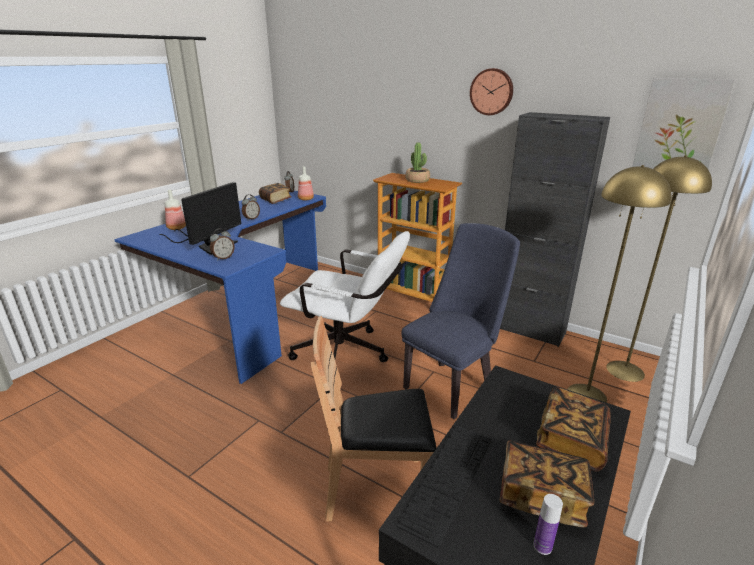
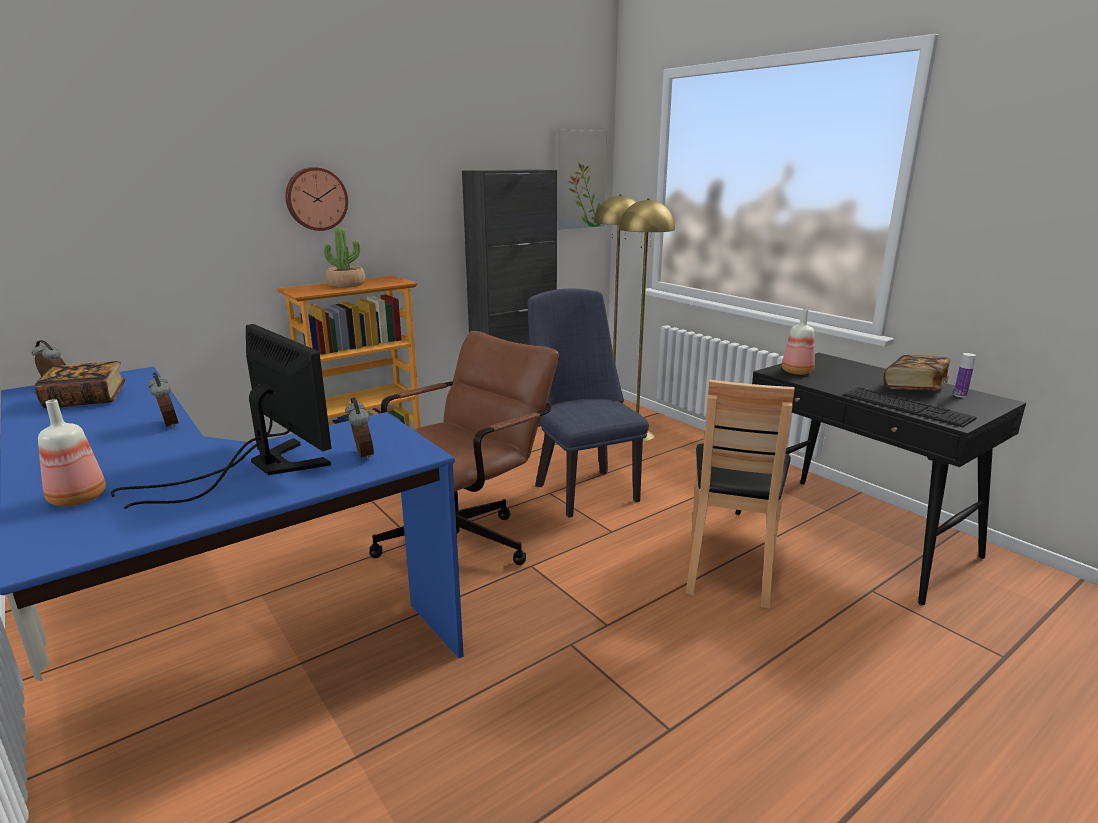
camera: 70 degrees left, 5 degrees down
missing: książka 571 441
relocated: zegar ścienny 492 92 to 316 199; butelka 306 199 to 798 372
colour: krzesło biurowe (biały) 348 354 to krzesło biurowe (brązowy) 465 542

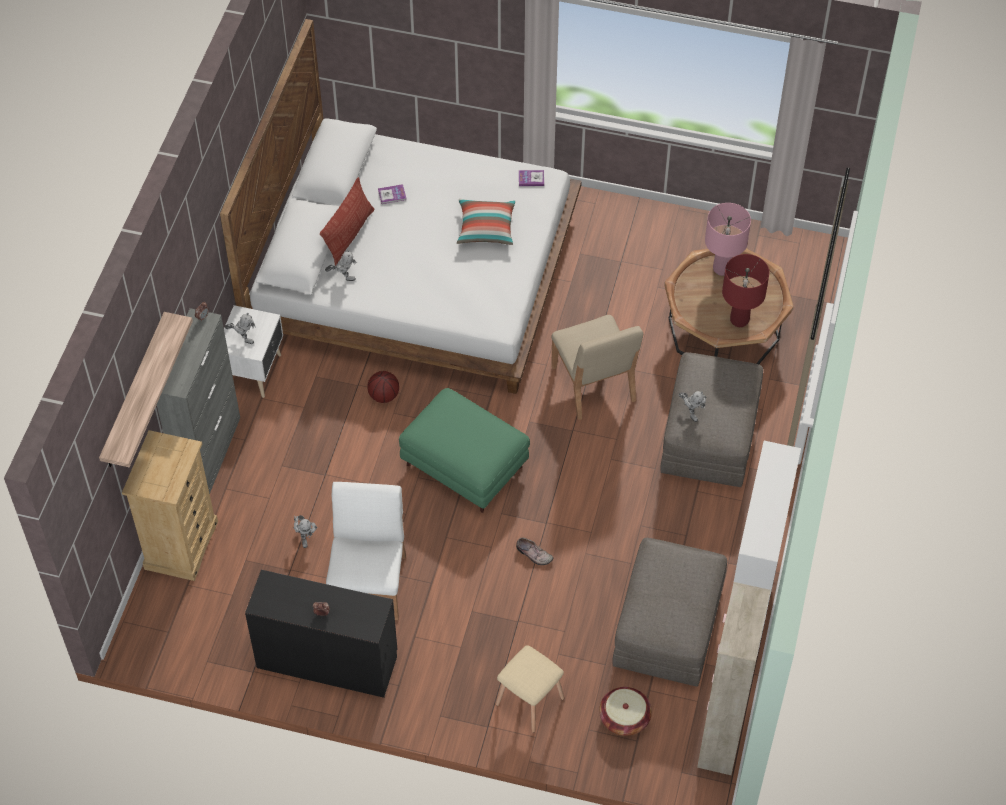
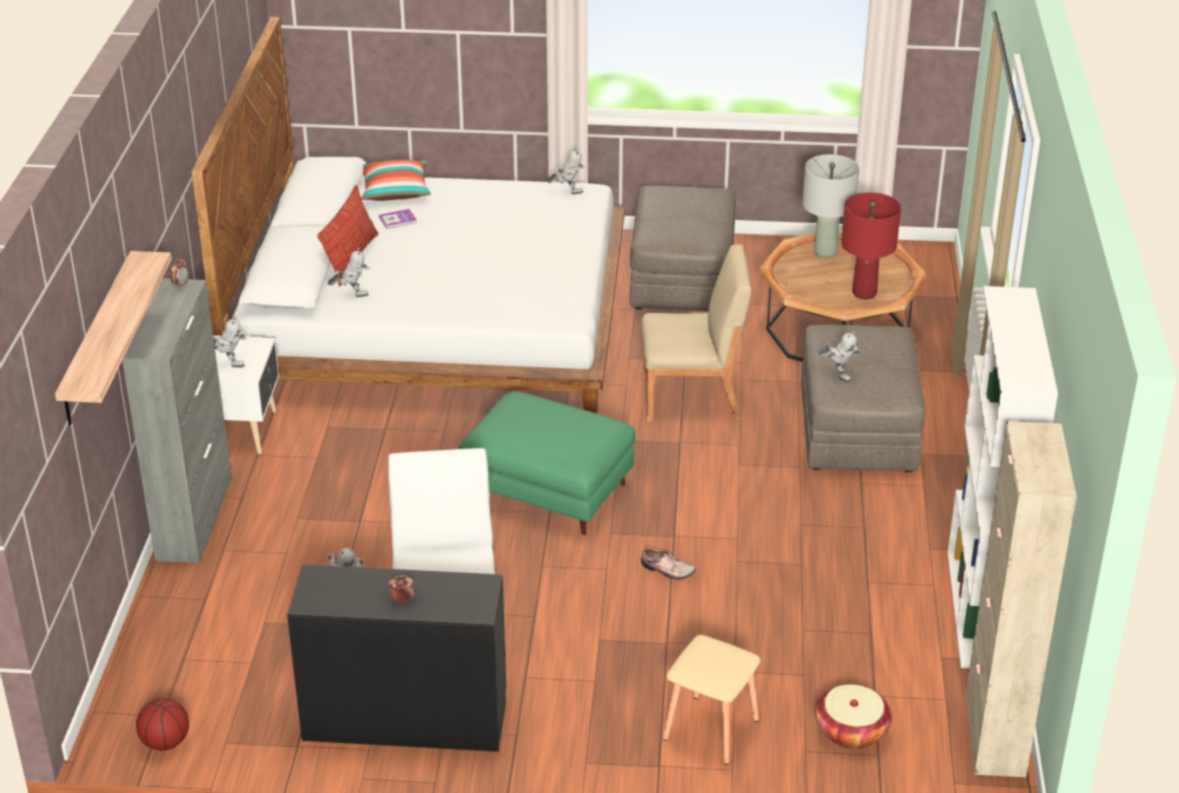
camera: 10 degrees left, 20 degrees down
missing: komoda (beżowy) 181 544
relocated: piłka do koszykówki 384 395 to 165 742; poduszka 486 228 to 394 191; pufa (szary) 668 628 to 682 279
exchanged: książka 531 179 to robot zabawkowy 567 192
colour: lampa stołowa (różowy) 721 269 to lampa stołowa (szary) 825 252
spun: krzesło (beżowy) 593 385 = 692 397 60 degrees counterclockwise

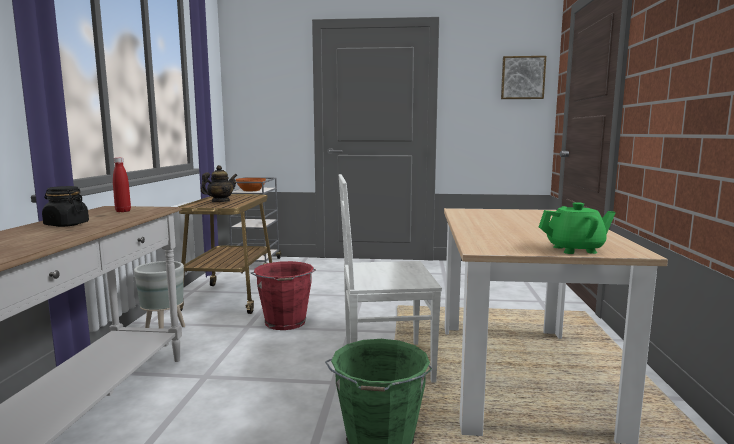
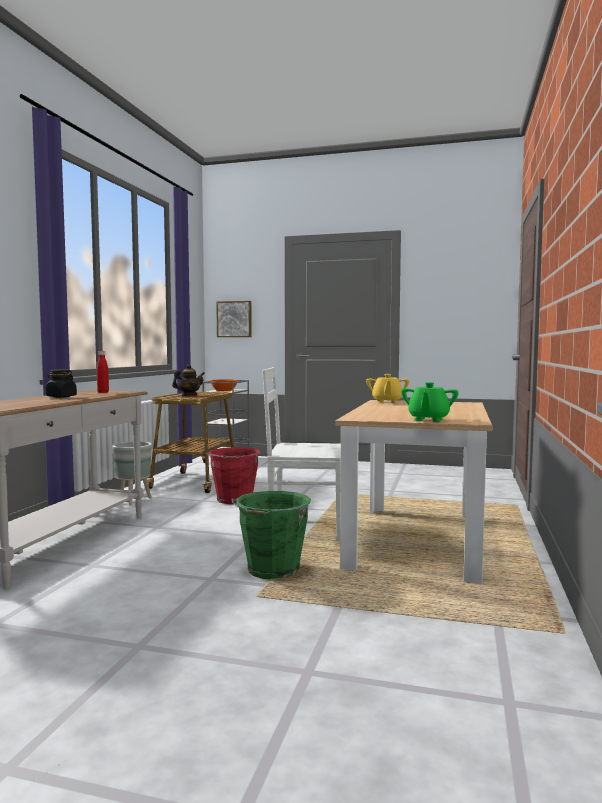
camera: 10 degrees right, 5 degrees down
appeared: imbryk (żółty) 387 402
relocated: obraz 522 78 to 234 319
spun: imbryk (zielony) 575 249 = 428 420 105 degrees clockwise

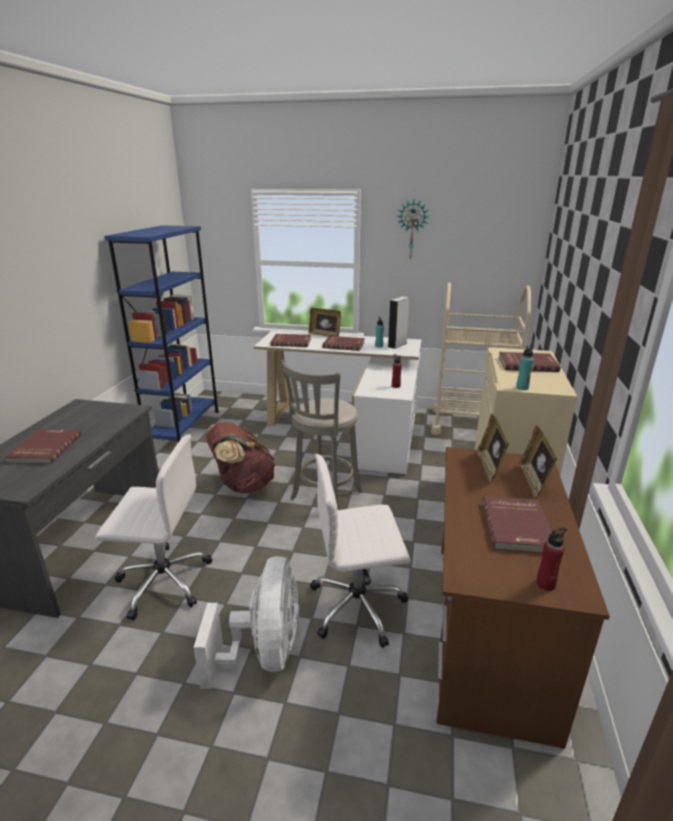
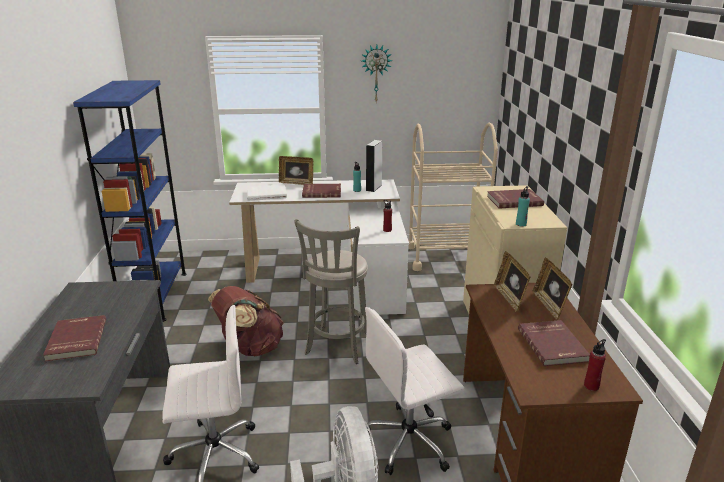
camera: 15 degrees left, 0 degrees up
colour: książka (czerwony) 291 342 to książka (biały) 266 194

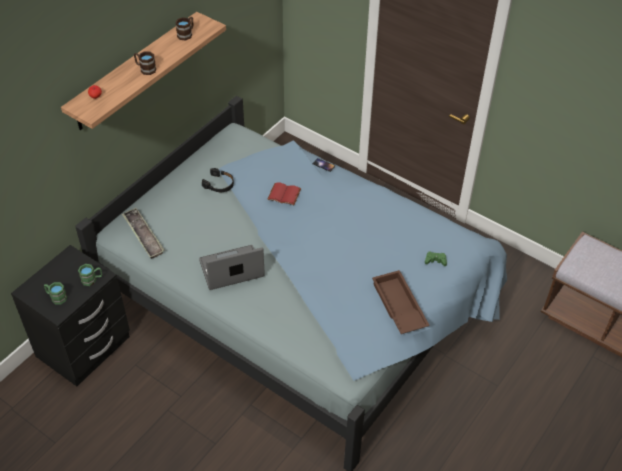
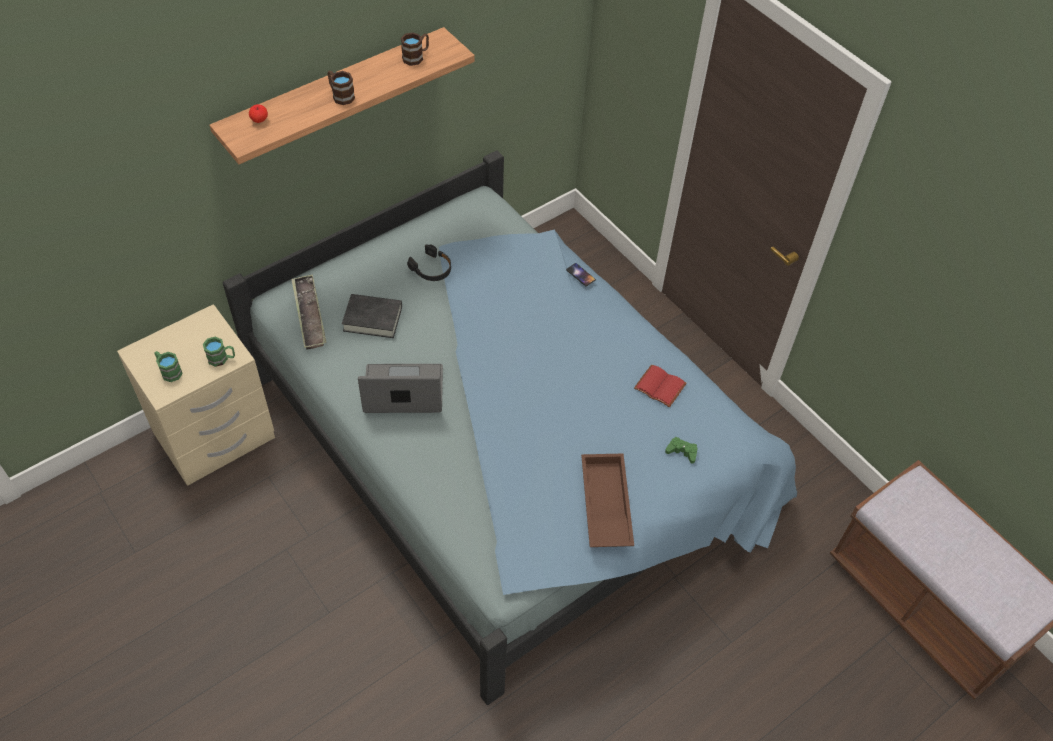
camera: 15 degrees right, 5 degrees up
appeared: książka (czarny) 372 319
relocated: książka (czerwony) 285 194 to 661 386
colour: szafka nocna (czarny) 84 347 to szafka nocna (beżowy) 215 437

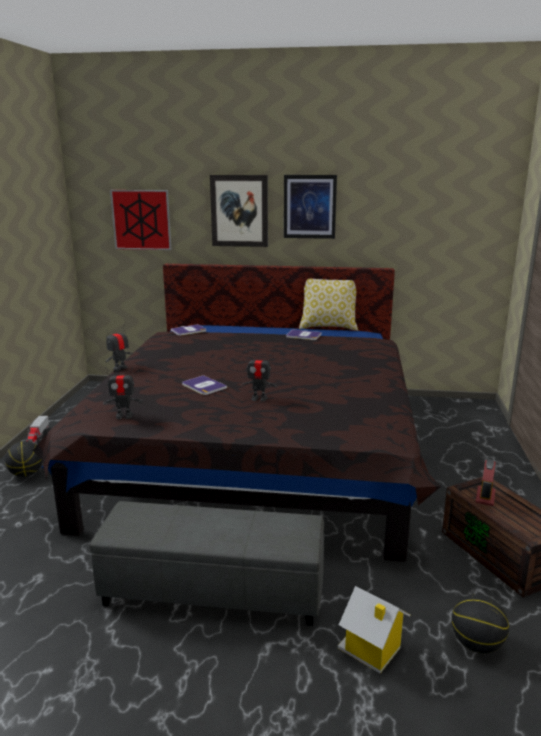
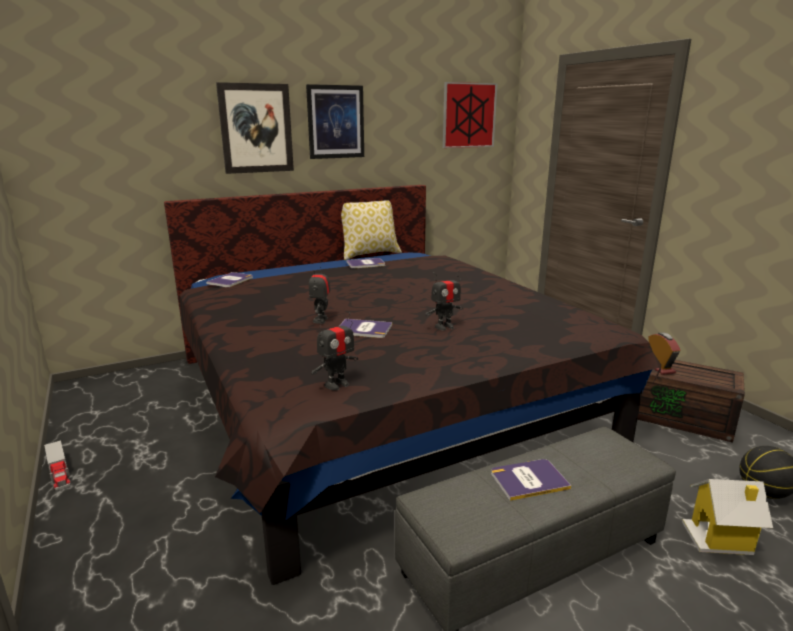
camera: 35 degrees left, 0 degrees up
missing: piłka do koszykówki 27 474
appeared: książka 529 480
relocated: robot zabawkowy 120 368 to 321 320; obraz 141 220 to 469 115

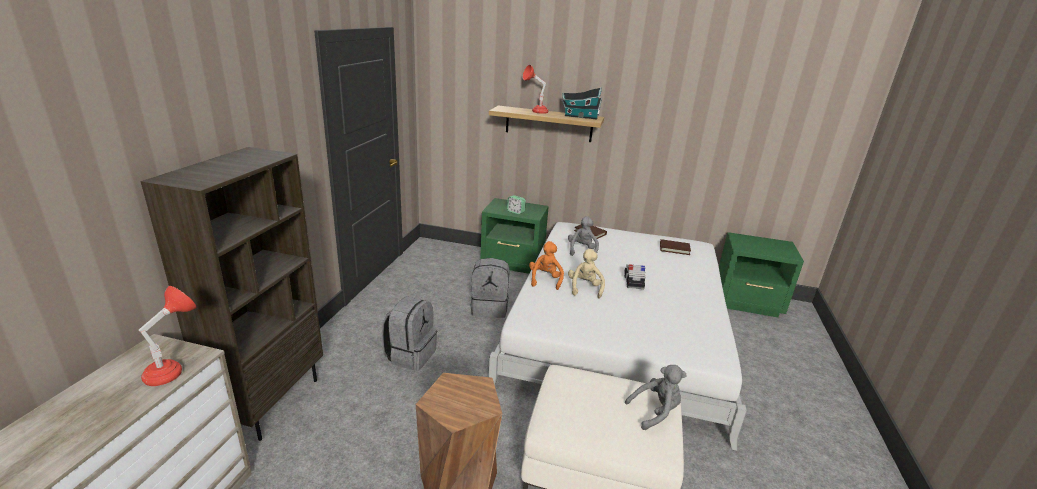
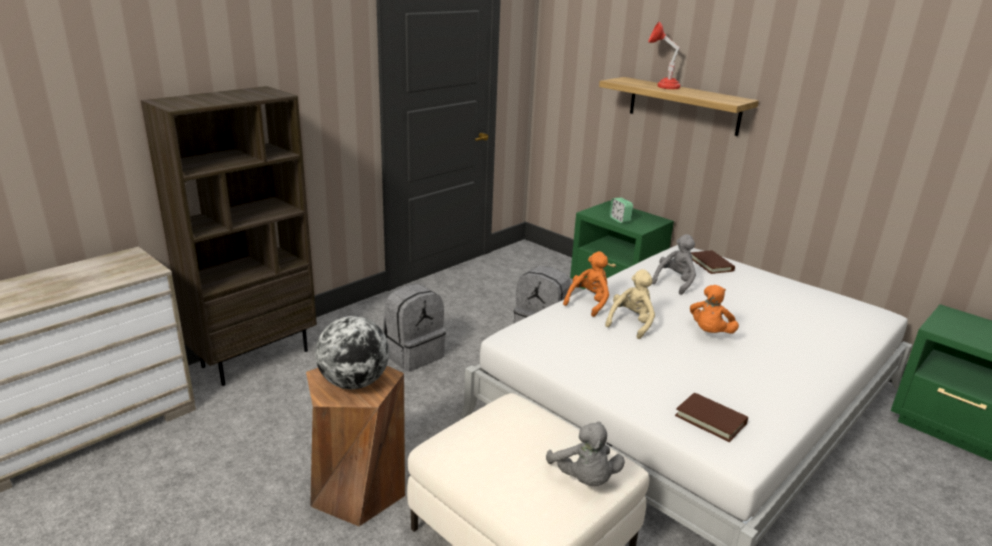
camera: 30 degrees right, 0 degrees up
missing: lampa stołowa (czerwony) 174 370; domek 579 116
appeared: globus 354 383
relocated: książka (brązowy) 674 249 to 710 419
exchanged: samochodzik 633 282 to pluszak (pomarańczowy) 710 333
spun: pluszak (szary) 655 412 = 584 479 60 degrees clockwise

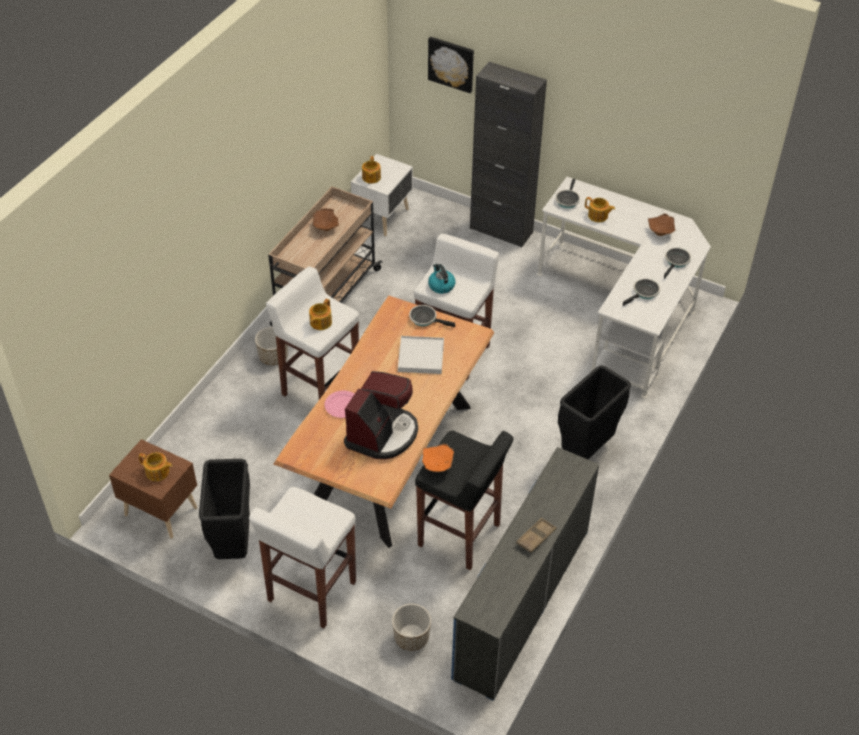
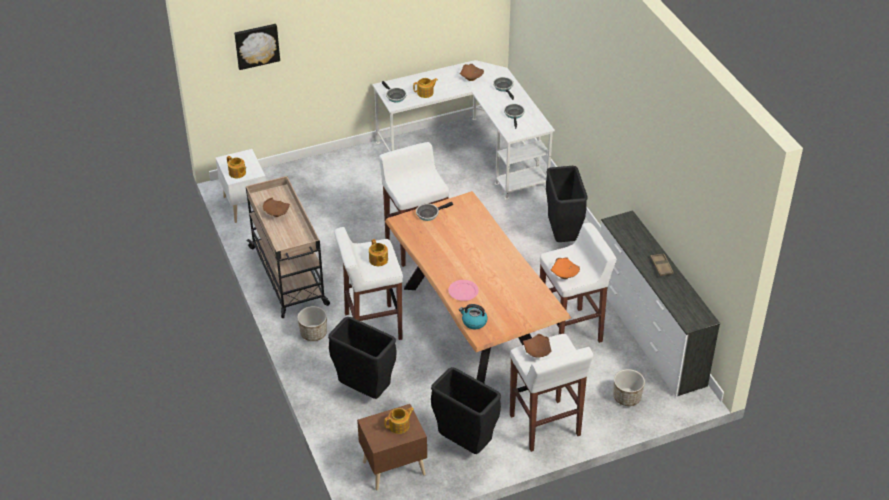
camera: 50 degrees left, 5 degrees down
missing: ekspres do kawy 382 434; taca (biały) 421 357; szafka (czarny) 501 230
appeared: kosz na śmieci (czarny) 364 391; miska (brązowy) 538 353
relocated: czajnik 441 285 to 474 322
colour: stołek (czarny) 460 536 to stołek (biały) 571 331; komoda (niebieski) 521 602 to komoda (biały) 648 333

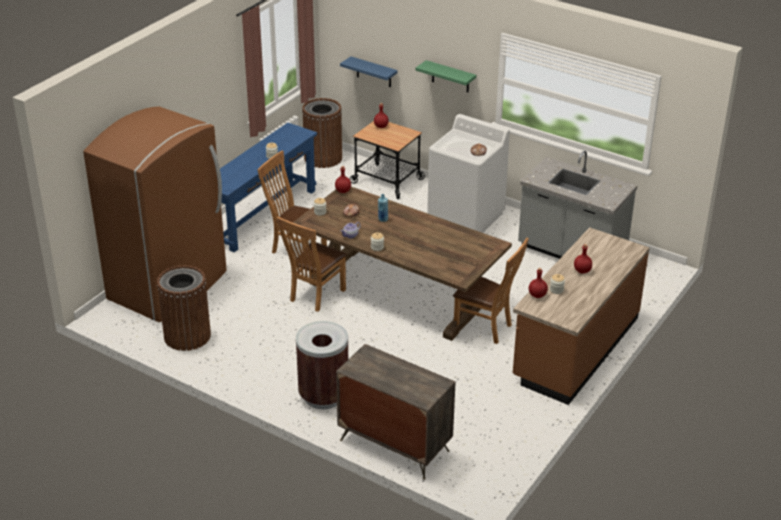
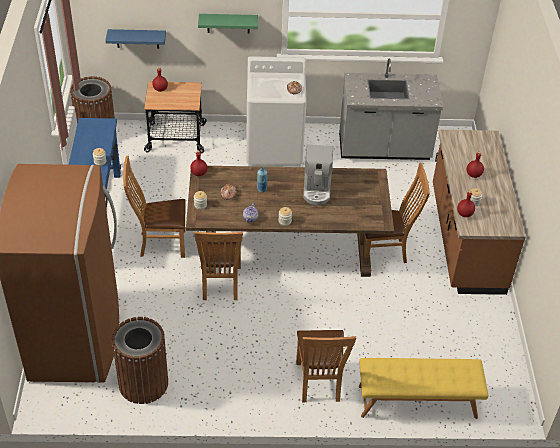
camera: 35 degrees left, 10 degrees up
appeared: ekspres do kawy 317 189
exchanged: kosz na śmieci (brązowy) 323 396 to krzesło (brązowy) 319 384; komoda 394 444 to ławka (żółty) 417 402

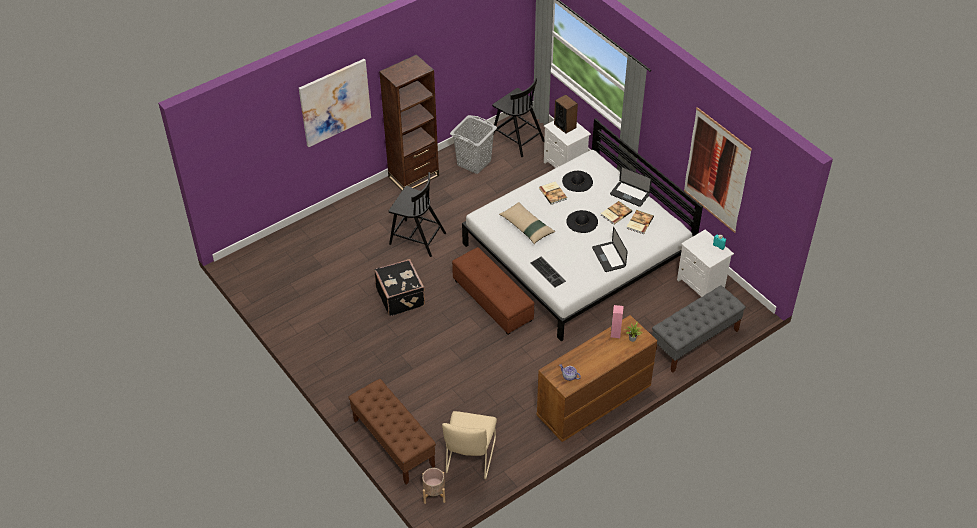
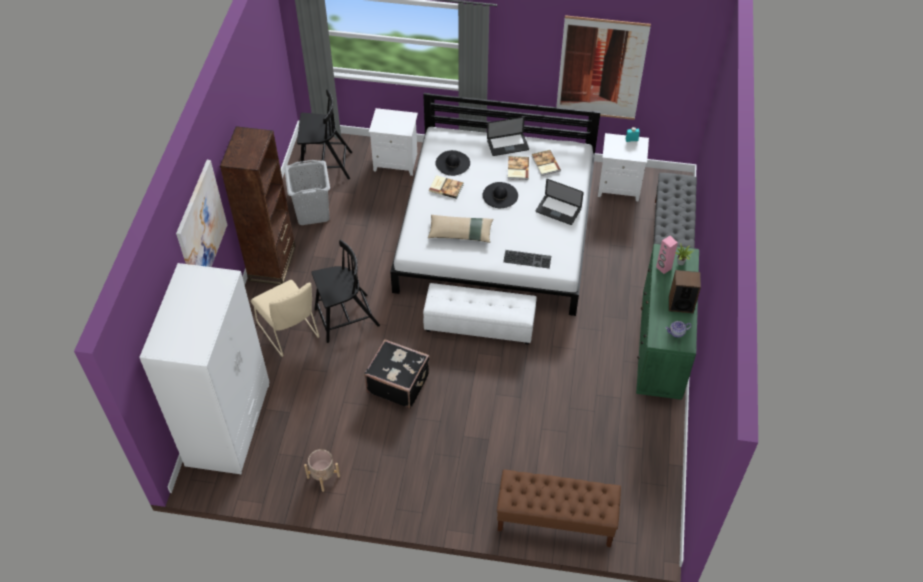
camera: 45 degrees left, 5 degrees up
appeared: szafa (biały) 229 424
relocated: krzesło (beżowy) 470 458 to 289 332; donica (beżowy) 434 494 to 323 477; głośnik 565 126 to 680 304
colour: pufa (brązowy) 493 300 to pufa (biały) 479 323; komoda (brązowy) 593 402 to komoda (zielony) 661 346

